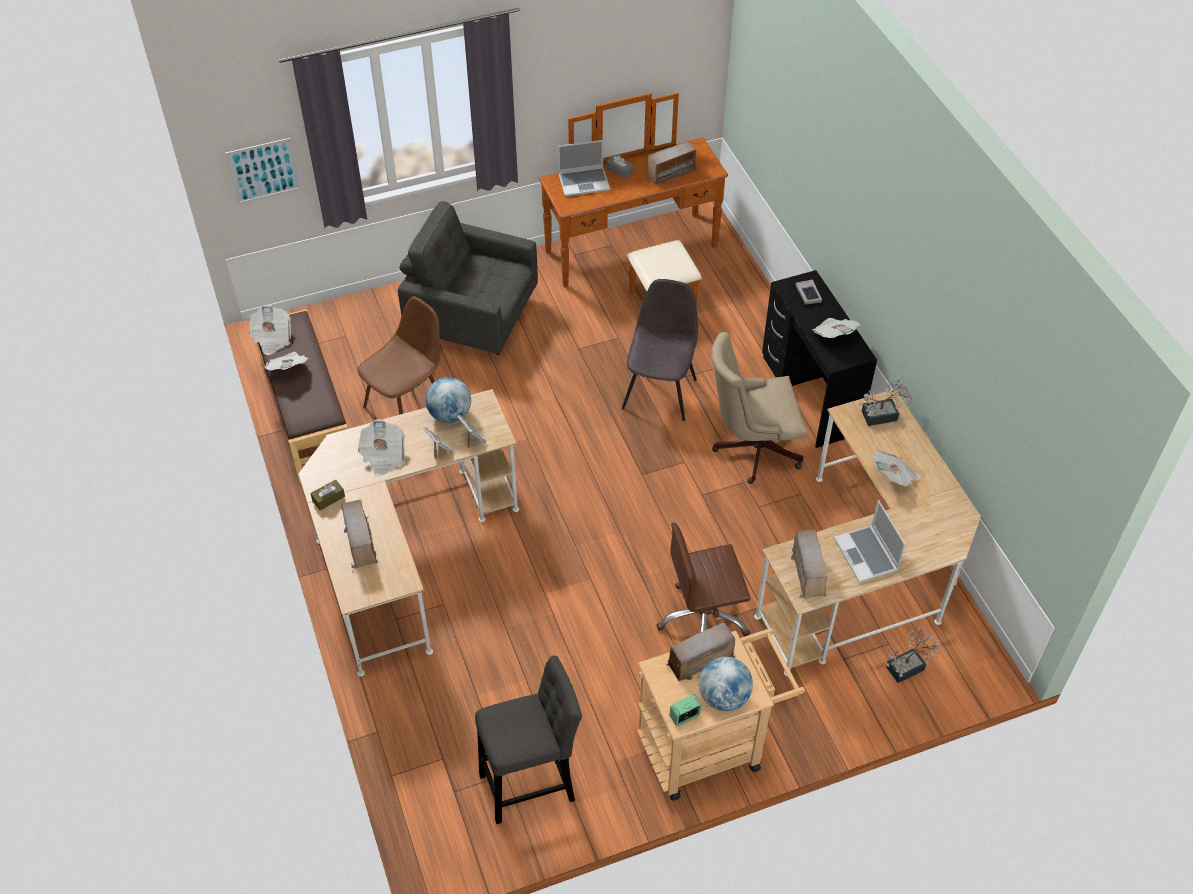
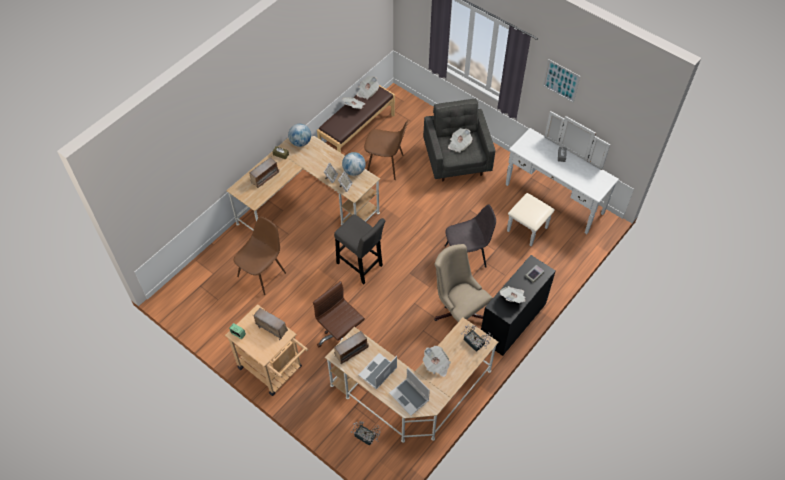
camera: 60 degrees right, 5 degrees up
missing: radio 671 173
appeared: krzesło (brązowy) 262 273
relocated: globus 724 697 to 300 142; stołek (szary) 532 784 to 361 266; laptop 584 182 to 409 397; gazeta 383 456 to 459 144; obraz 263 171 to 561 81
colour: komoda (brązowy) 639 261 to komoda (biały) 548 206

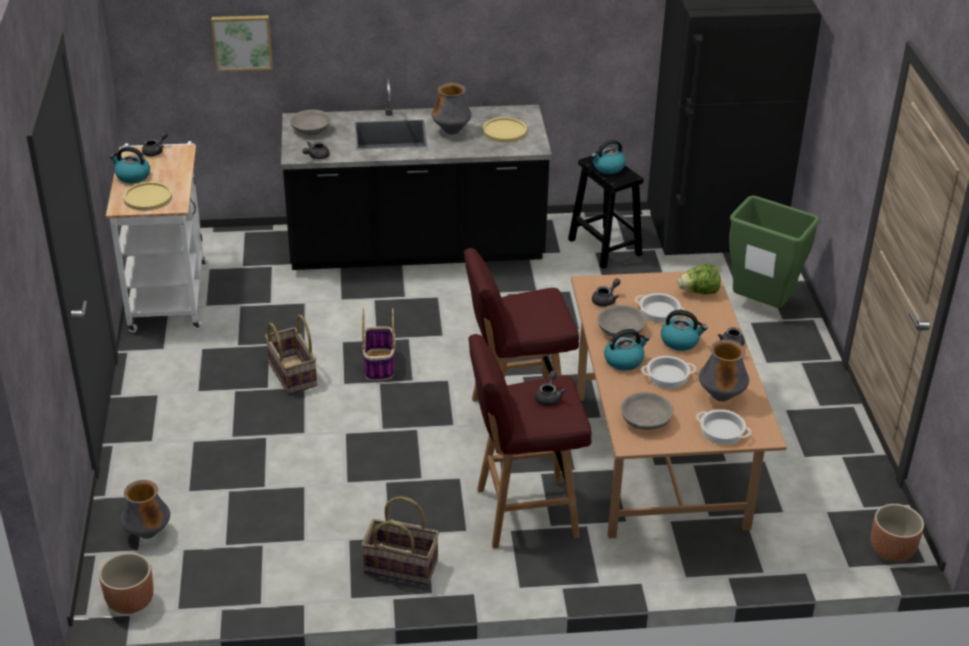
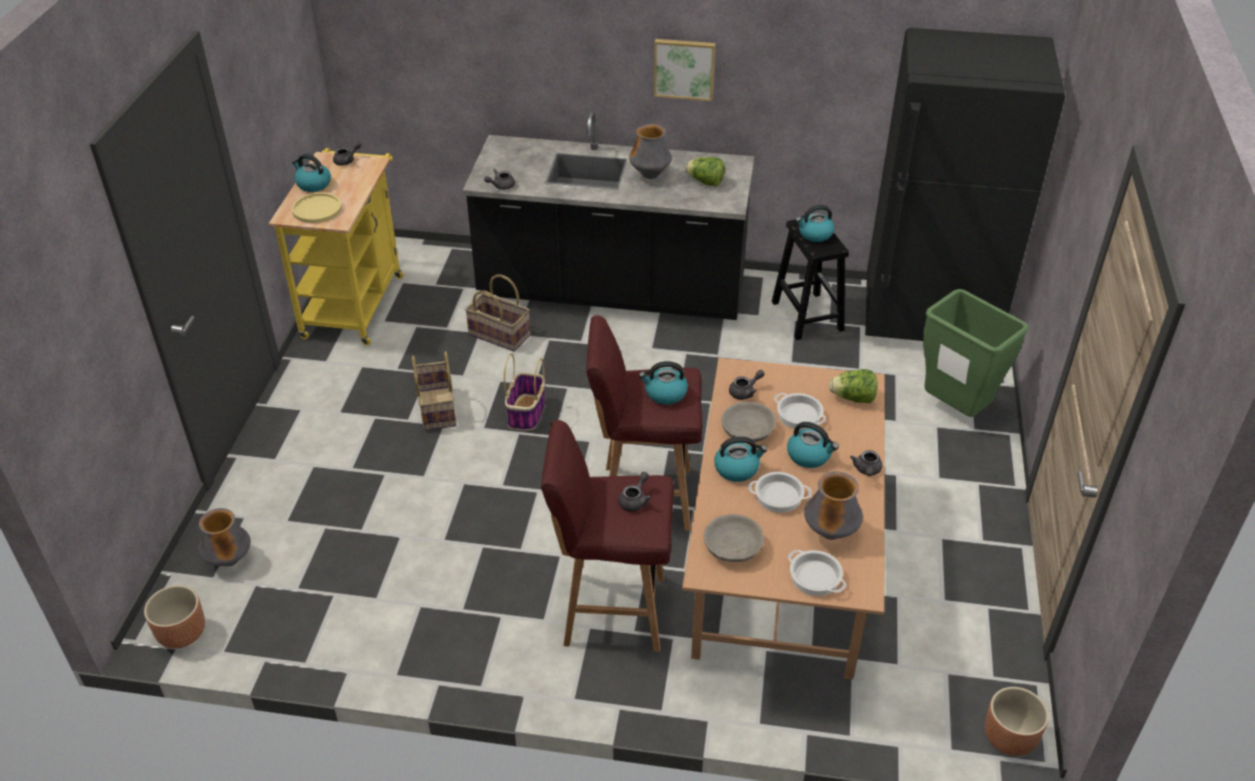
camera: 15 degrees right, 5 degrees up
missing: miska (szary) 311 130
appeared: czajnik 665 393
relocated: koszyk 401 565 to 500 335; obraz 242 41 to 684 68
exchanged: talerz (żółty) 504 131 to sałata 705 182
colour: wózek (biały) 168 292 to wózek (żółty) 355 301

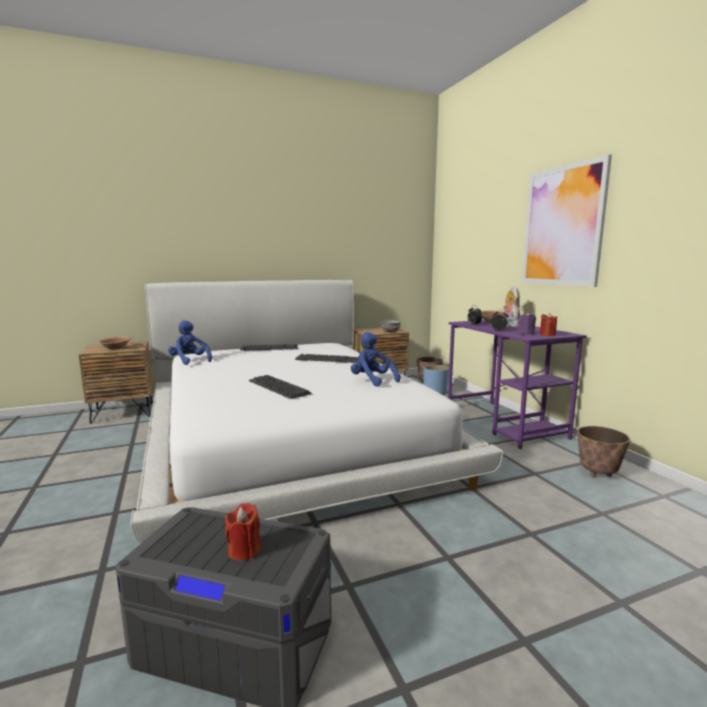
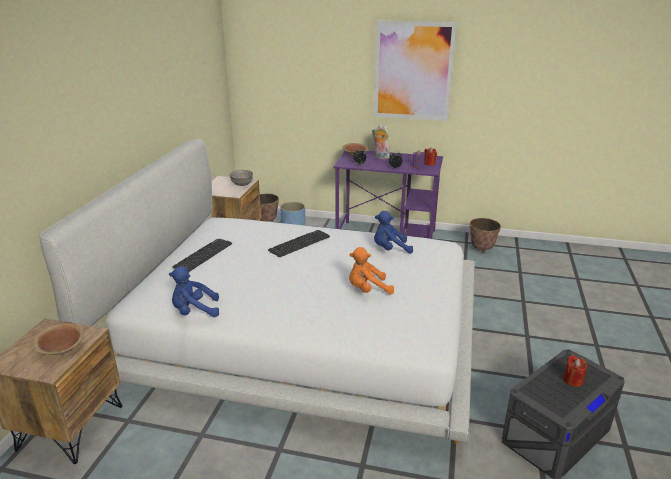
camera: 55 degrees left, 15 degrees up
exchanged: klawiatura 278 387 to pluszak (pomarańczowy) 367 290

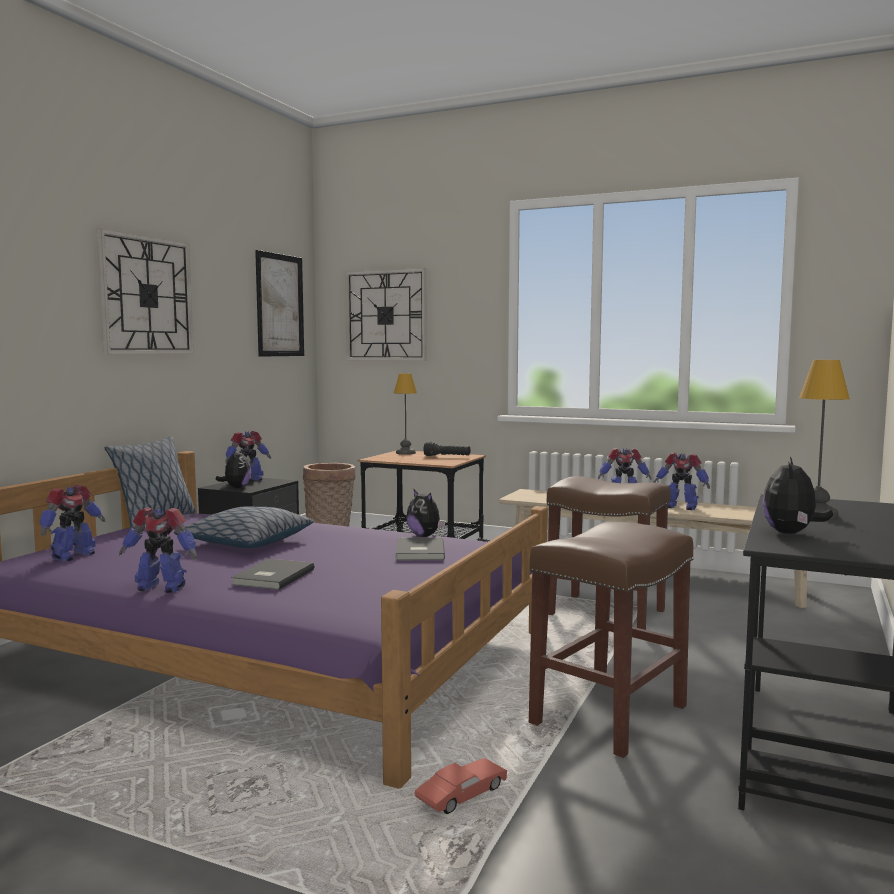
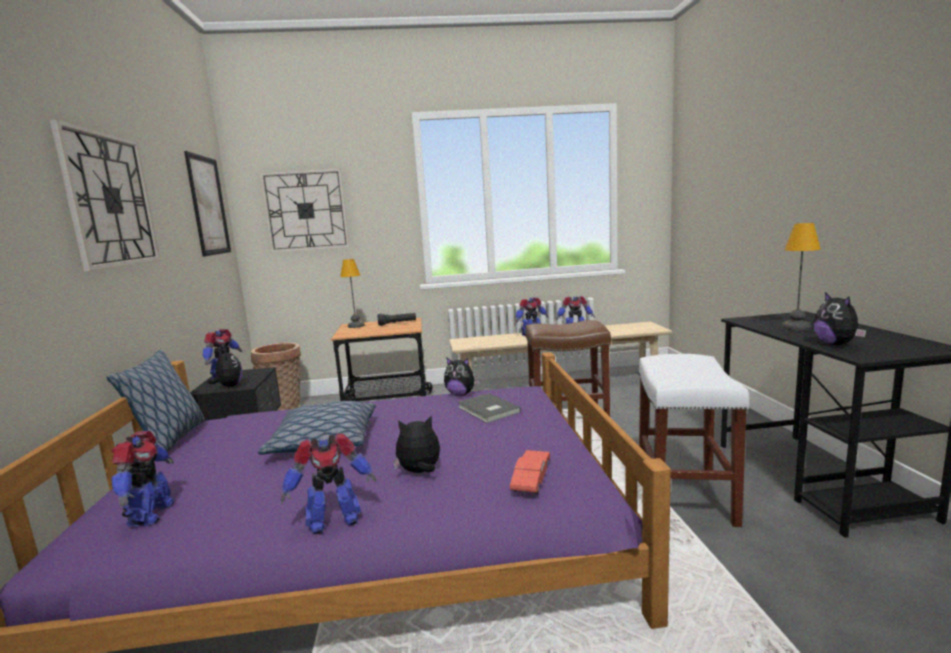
camera: 30 degrees left, 5 degrees up
relocated: samochodzik (czerwony) 462 797 to 531 480
exchanged: książka (szary) 271 577 to pluszak 420 472
colour: stołek (brązowy) 609 713 to stołek (biały) 683 495

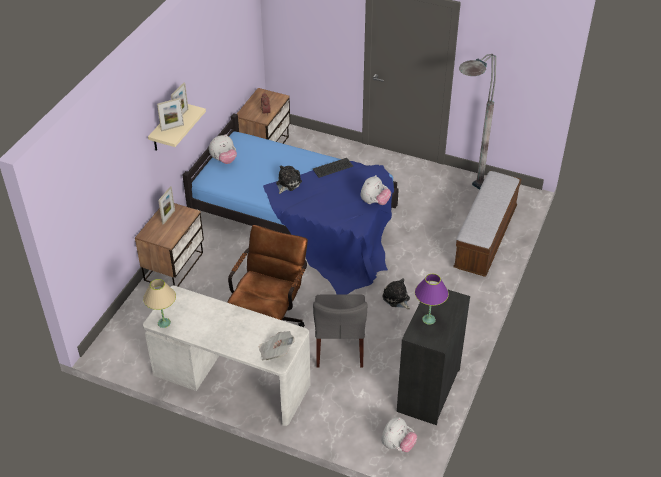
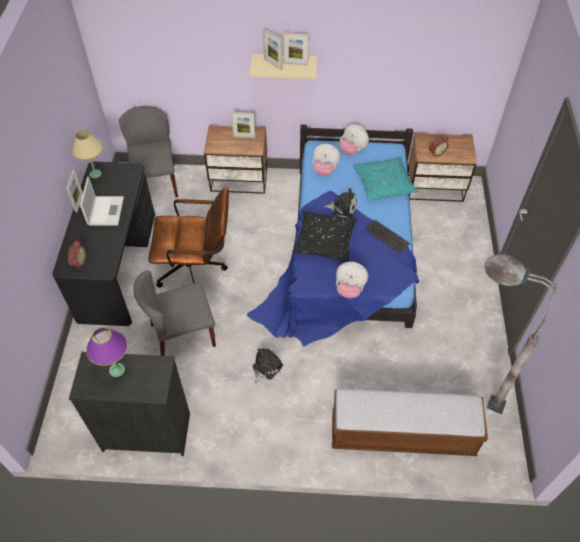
camera: 70 degrees right, 10 degrees up
appeared: ramka na zdjęcie 79 203; laptop 105 210; krzesło (szary) 156 182; poduszka (czarny) 324 240; poduszka (turkusowy) 383 184
relocated: pluszak 397 445 to 325 170
exchanged: gazeta 276 352 to budzik 78 262
colour: biurko (biały) 231 381 to biurko (czarny) 117 265

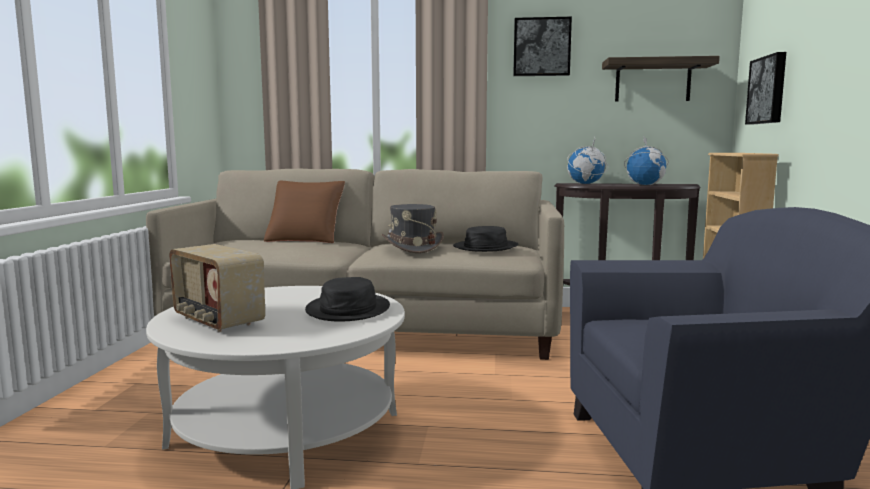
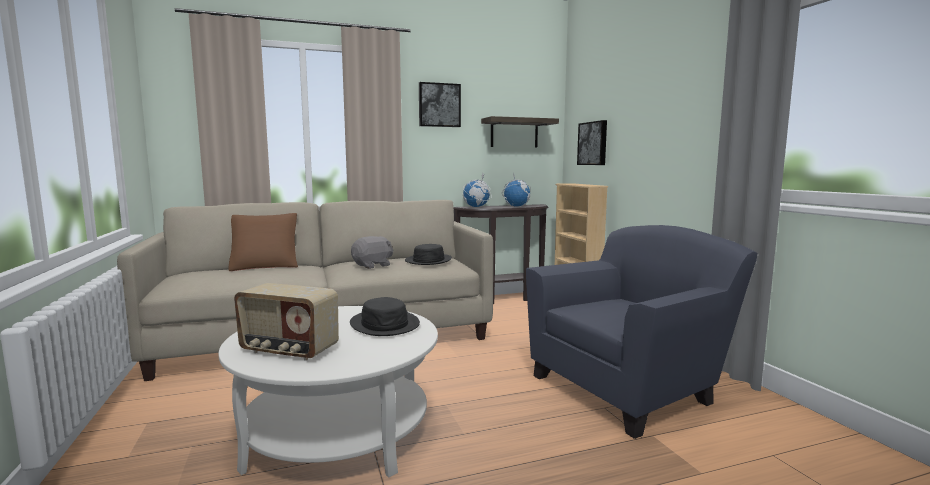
camera: 25 degrees left, 0 degrees up
exchanged: kapelusz (szary) 412 247 to pluszak (szary) 373 265

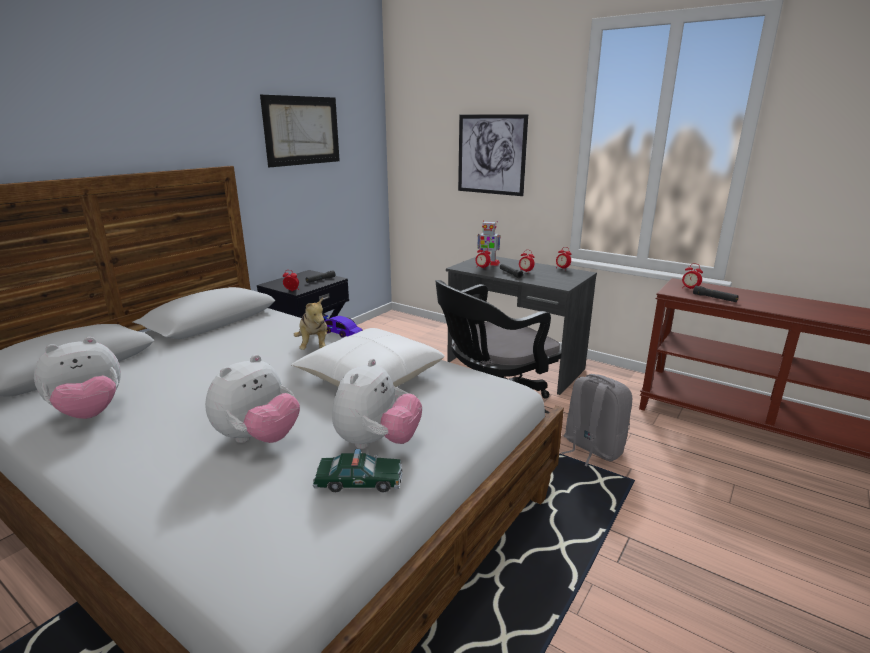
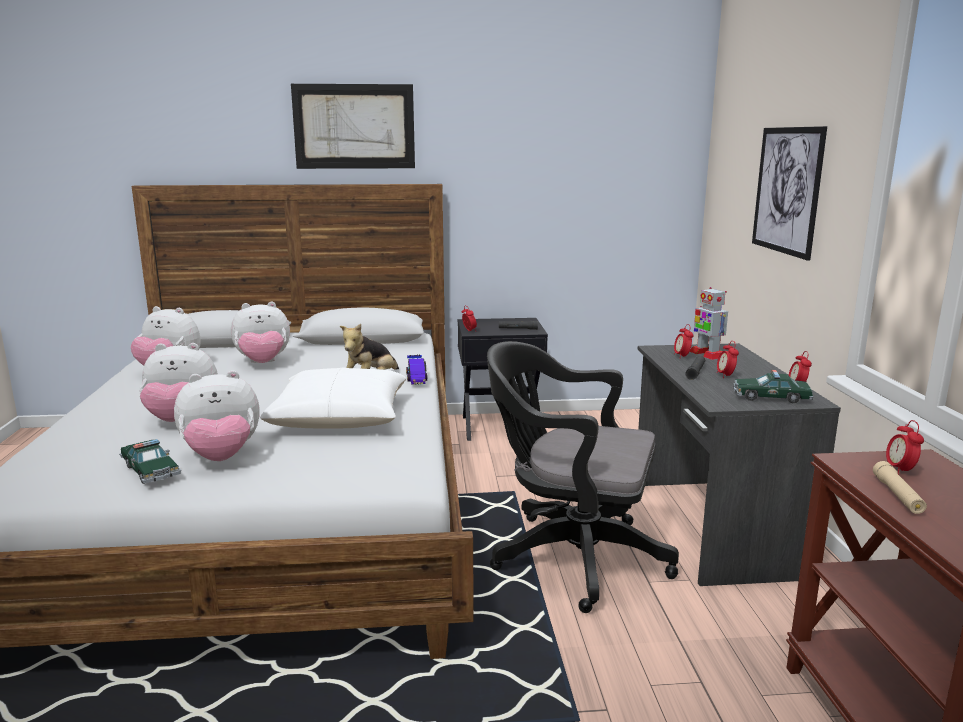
camera: 50 degrees right, 5 degrees down
missing: plecak (szary) 591 448
appeared: pluszak 263 363; samochodzik 771 397
relocated: obraz 302 130 to 354 126
colour: latarka (czarny) 714 298 to latarka (beżowy) 897 495

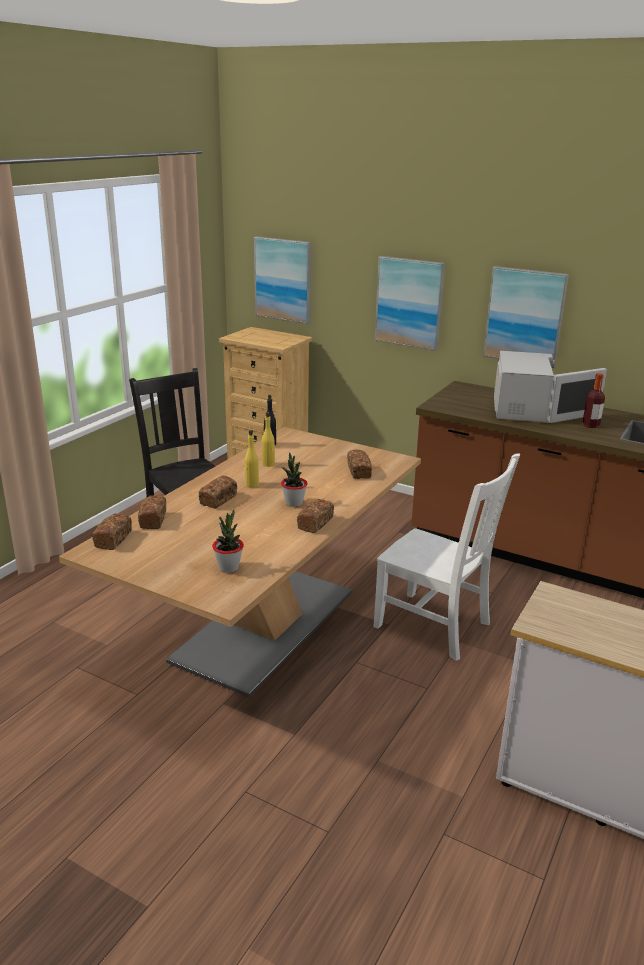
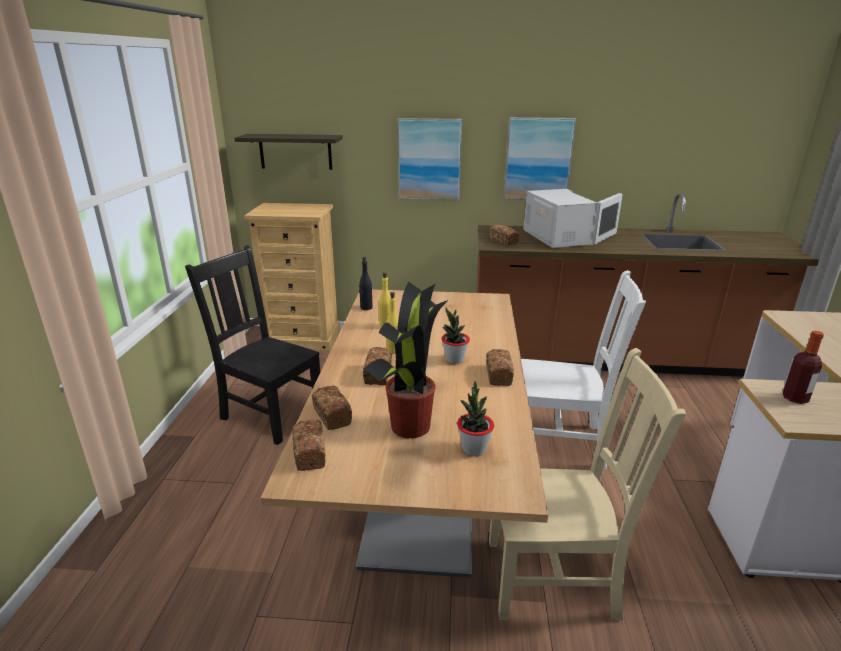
camera: 25 degrees left, 0 degrees up
appeared: roślina doniczkowa 411 425; krzesło (beżowy) 556 578
relocated: chleb 359 472 to 503 241; butelka 590 425 to 795 398
exchanged: obraz 283 279 to półka 295 151

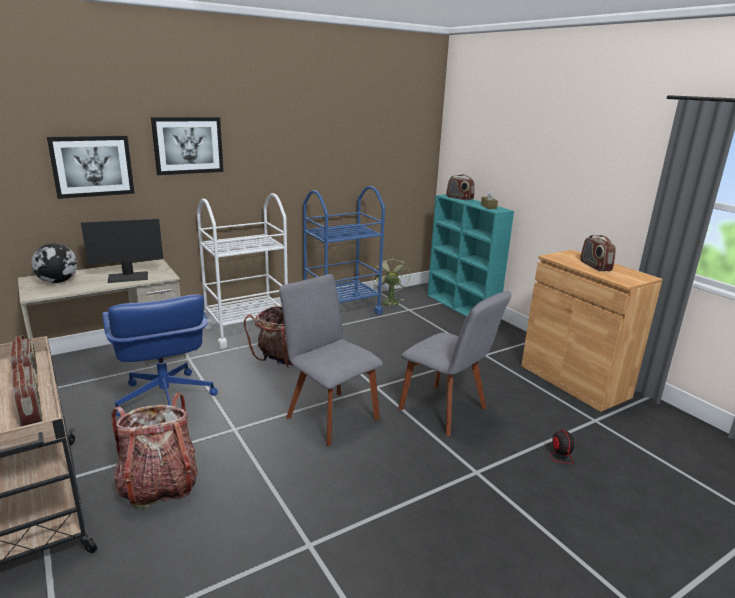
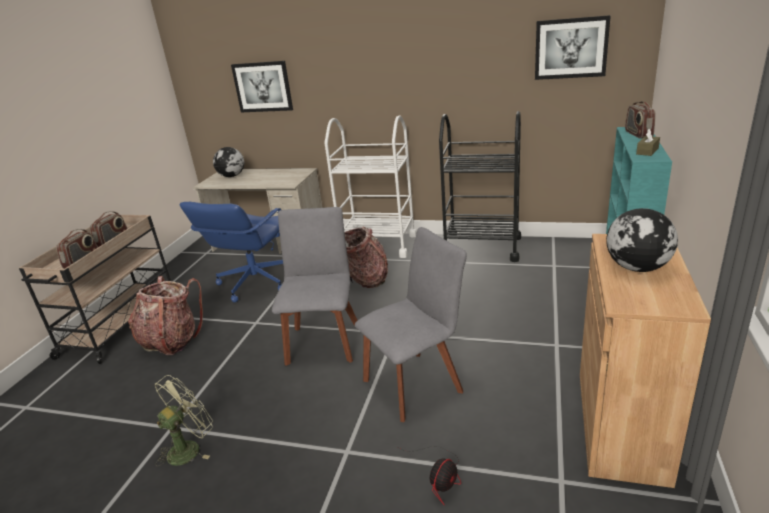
camera: 50 degrees right, 5 degrees up
missing: monitor 128 277
relocated: wentylator (zielony) 389 301 to 189 448; obraz 188 145 to 571 48
exchanged: radio 595 266 to globus 637 268
colour: wózek (niebieski) 341 310 to wózek (czarny) 482 248
spun: krzesło (szary) 446 411 = 416 383 120 degrees counterclockwise

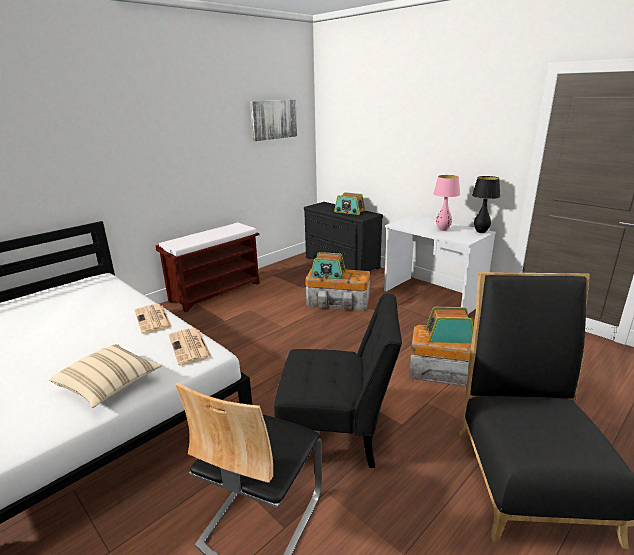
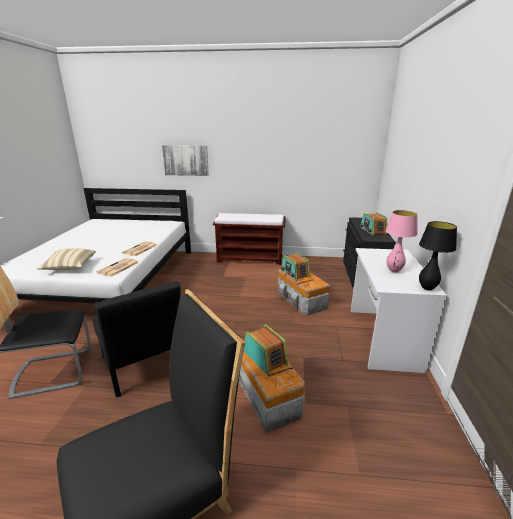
camera: 50 degrees right, 0 degrees up
relocated: obraz 273 119 to 186 160

